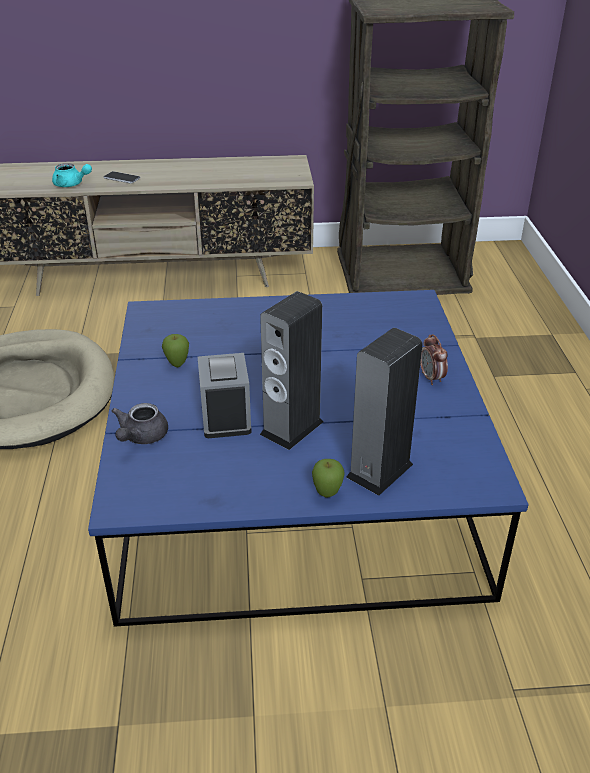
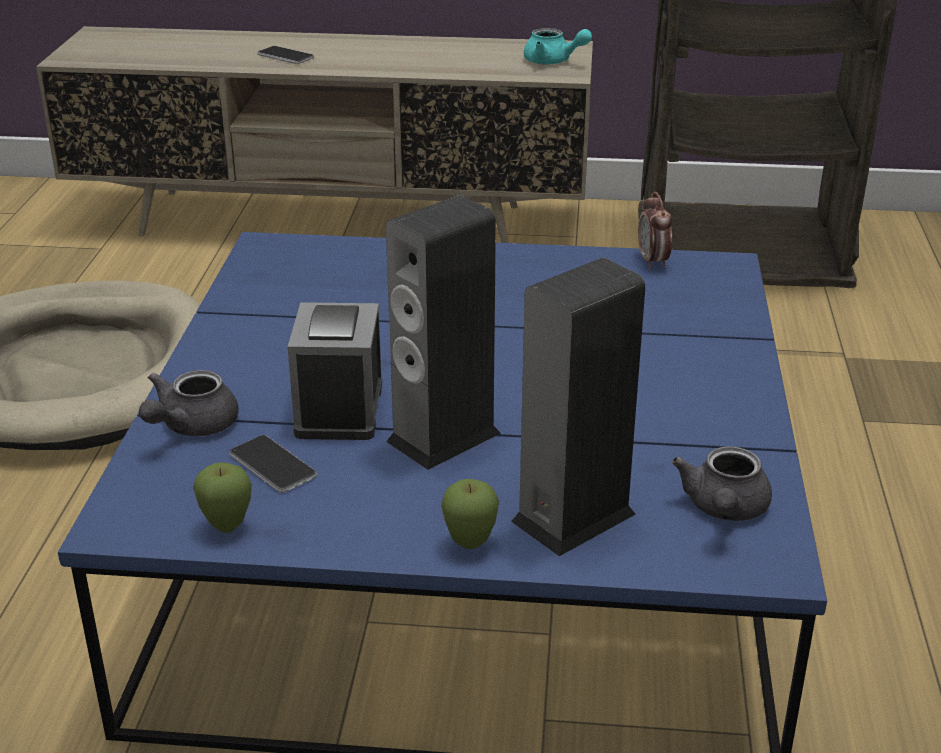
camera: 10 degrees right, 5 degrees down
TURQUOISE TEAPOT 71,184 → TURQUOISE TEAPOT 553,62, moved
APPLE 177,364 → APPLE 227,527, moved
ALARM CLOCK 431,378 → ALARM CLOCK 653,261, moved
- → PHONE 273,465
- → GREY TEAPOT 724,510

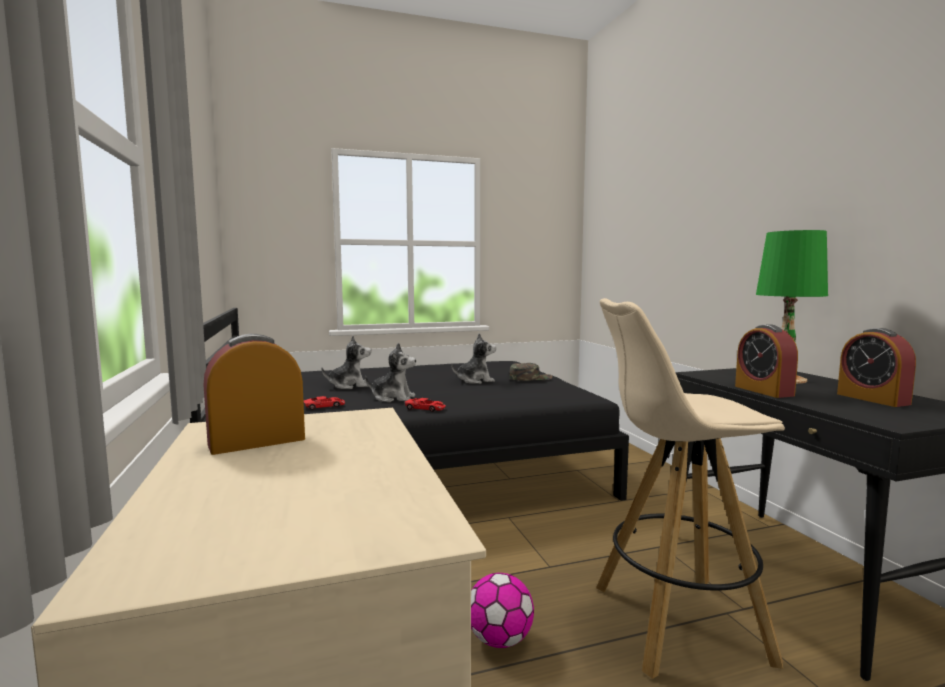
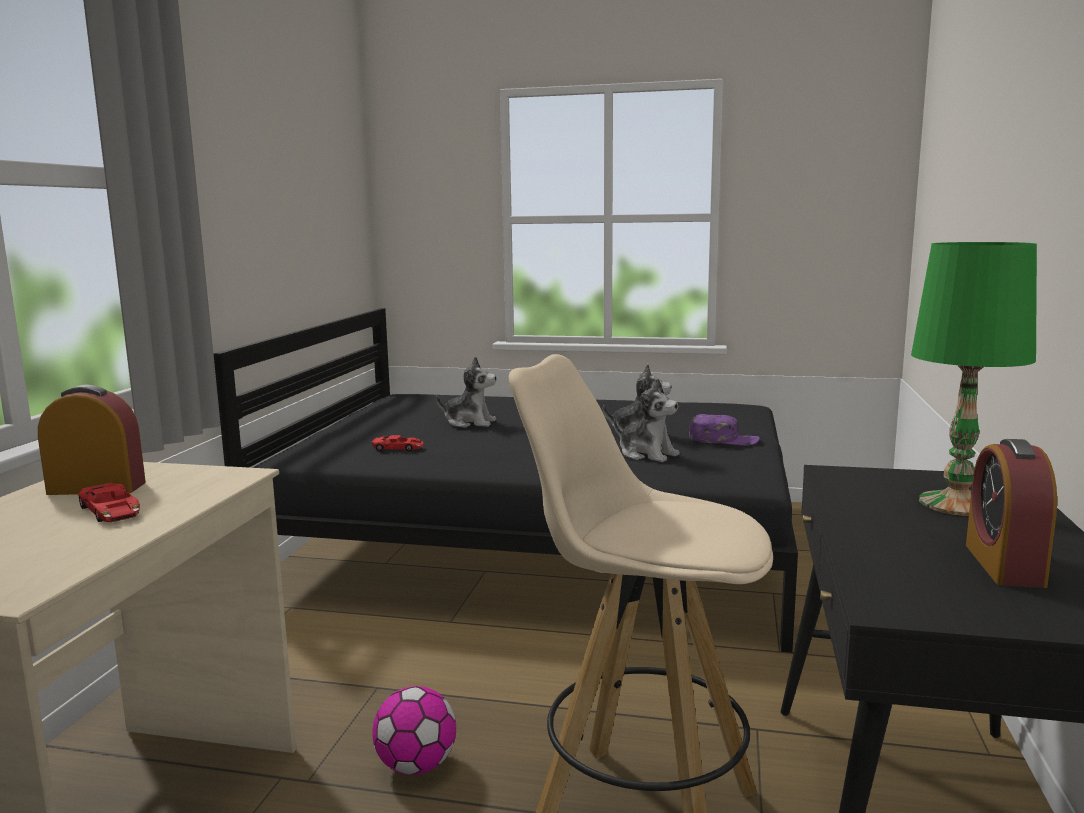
camera: 30 degrees right, 5 degrees up
ALARM CLOCK 763,391 → -
PLUSH TOY 393,398 → PLUSH TOY 647,454, moved
GREEN CAP 530,378 → PURPLE CAP 723,439
RED TOY CAR 425,408 → RED TOY CAR 111,511, moved

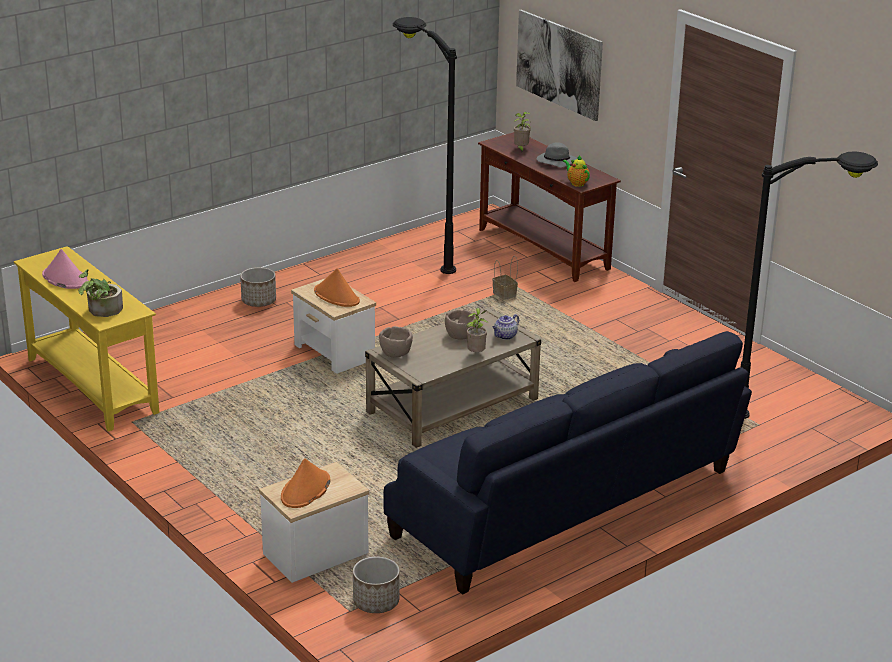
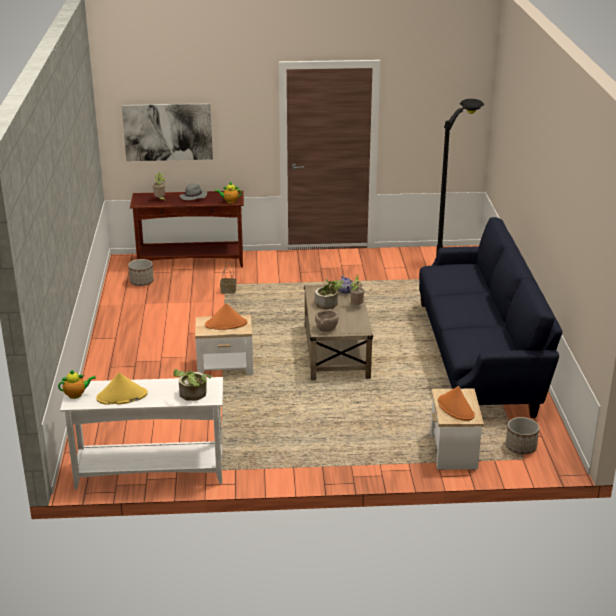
camera: 55 degrees left, 0 degrees up
BLACK FLOOR LAMP 419,252 → -
YELLOW CONSOLE TABLE 91,386 → WHITE CONSOLE TABLE 149,472
PINK HAT 65,279 → YELLOW HAT 122,396
PLANTER 259,301 → PLANTER 141,282, moved
BROWN BOWL 461,336 → POTTED PLANT 329,303
- → TEAPOT 76,395

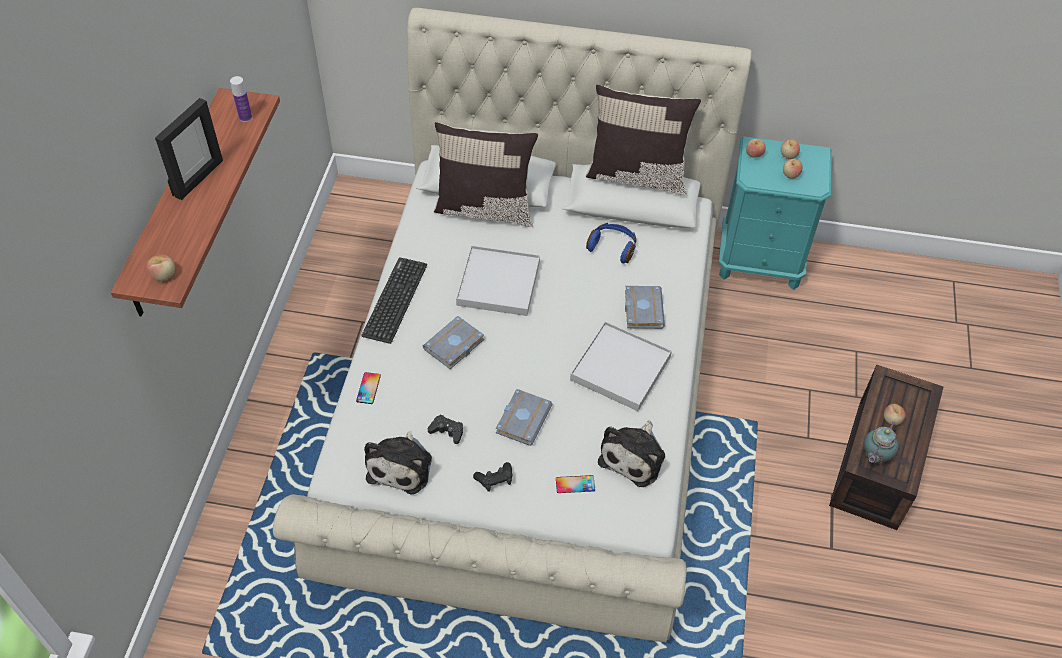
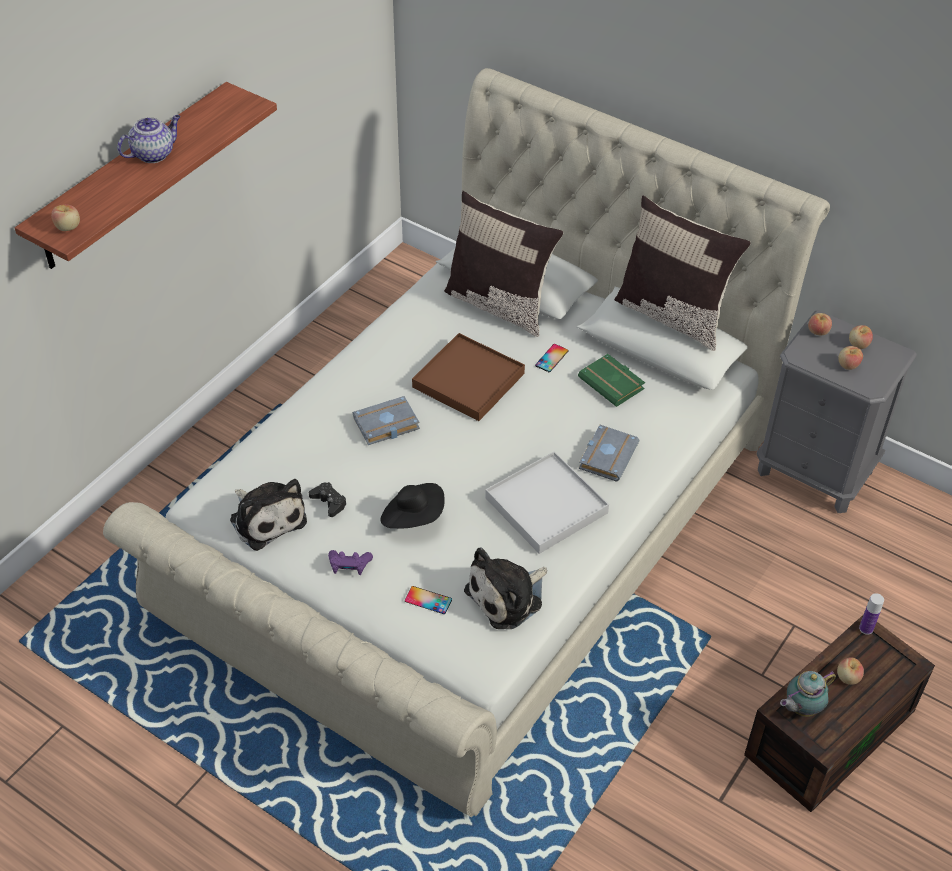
camera: 25 degrees right, 5 degrees down
BOTTLE 245,117 → BOTTLE 866,628, moved
PICTURE FRAME 198,178 → TEAPOT 154,154
TURQUOISE NIGHTSTAND 760,261 → GREY NIGHTSTAND 815,471
BLUE HEADPHONES 613,247 → GREEN BOOK 613,384
WHITE TRAY 498,283 → BROWN TRAY 468,380
KEYBOARD 395,300 → -
PHONE 368,388 → PHONE 551,358, moved
GREY BOOK 522,418 → BLACK HAT 413,518
PLUSH TOY 401,465 → PLUSH TOY 266,518, 75 degrees counterclockwise
BLACK GAME CONTROLLER 495,480 → PURPLE GAME CONTROLLER 349,566

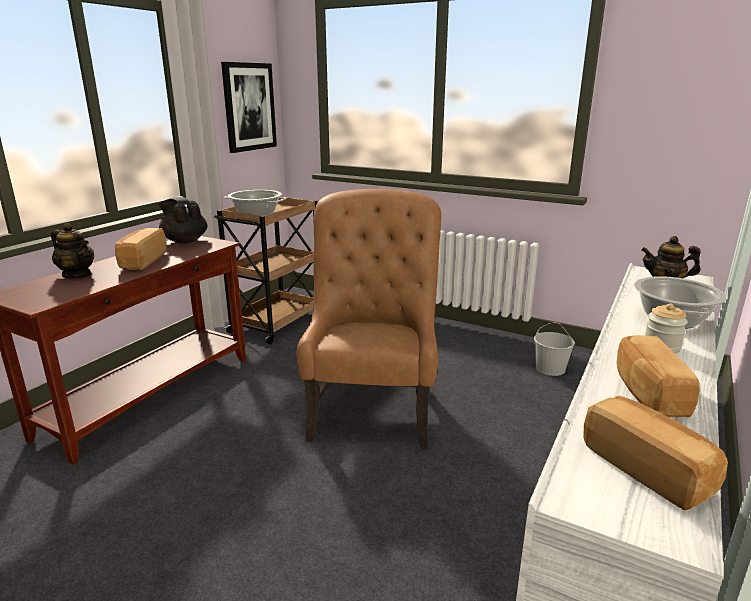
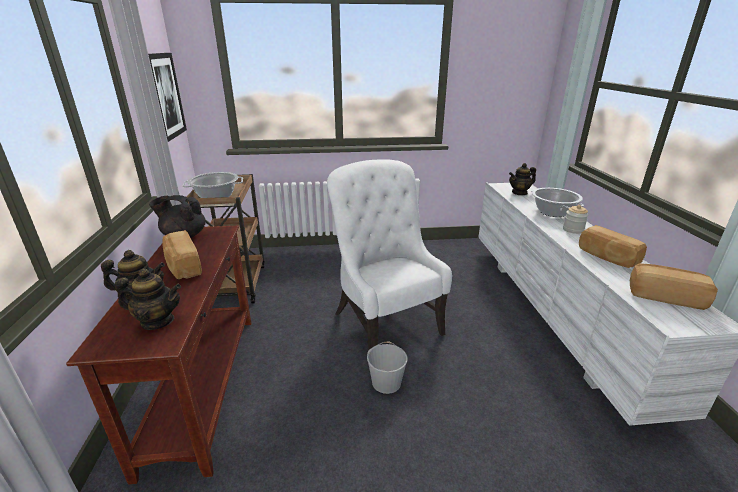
camera: 35 degrees left, 5 degrees up
BROWN CHAIR 373,409 → WHITE CHAIR 385,323
WHITE BUCKET 551,368 → WHITE BUCKET 387,382, moved
- → TEAPOT 157,321

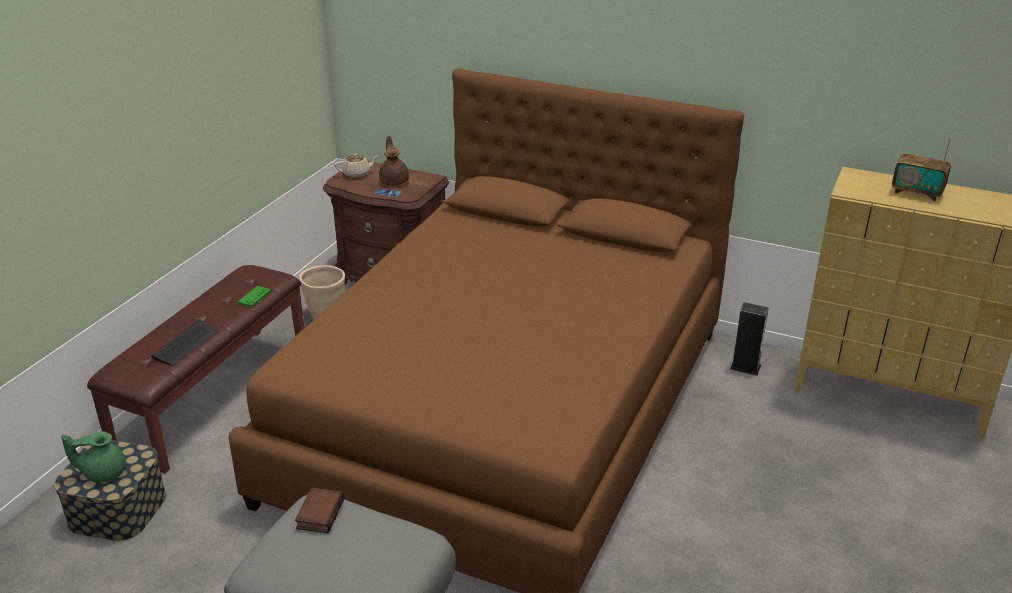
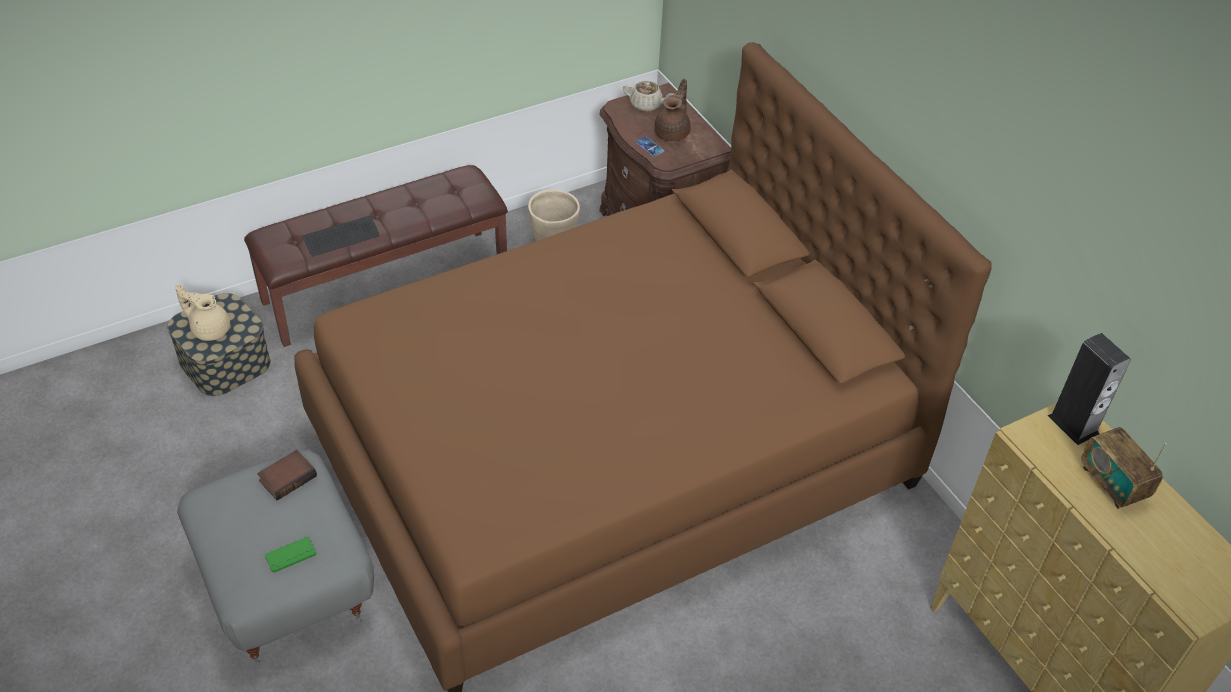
camera: 35 degrees right, 15 degrees up
GREEN GAME CONTROLLER 254,297 → GREEN GAME CONTROLLER 290,555, moved
SPEAKER 745,367 → SPEAKER 1073,424, moved
GREEN TEAPOT 103,472 → BEIGE TEAPOT 209,329

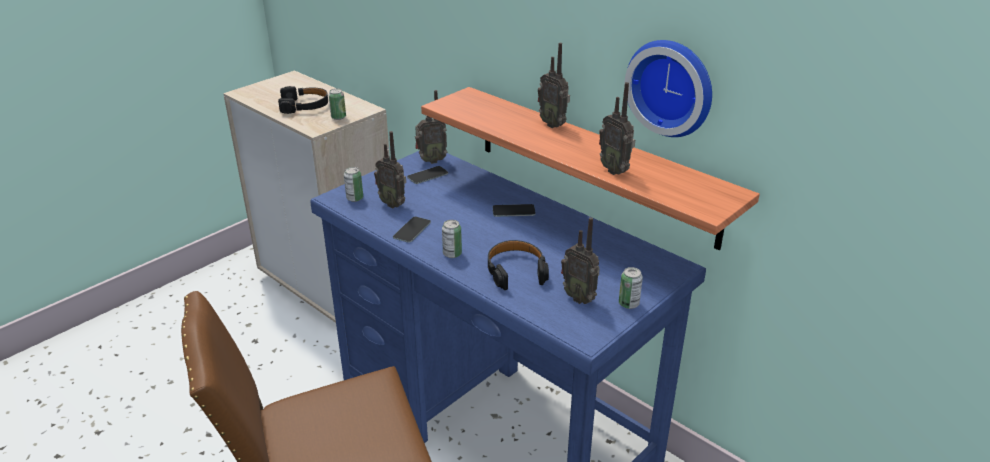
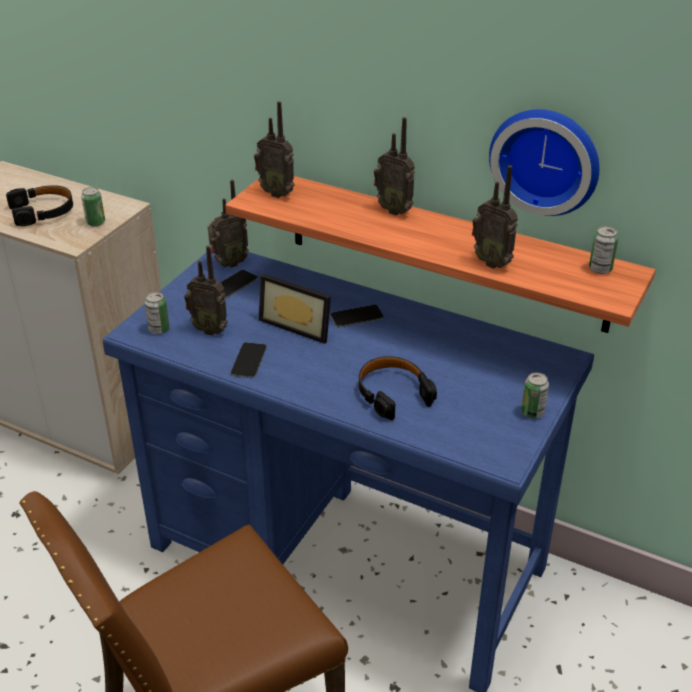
camera: 15 degrees left, 5 degrees up
RADIO 580,297 → RADIO 277,193, moved
CAN 452,254 → CAN 600,269, moved
- → PICTURE FRAME 298,324

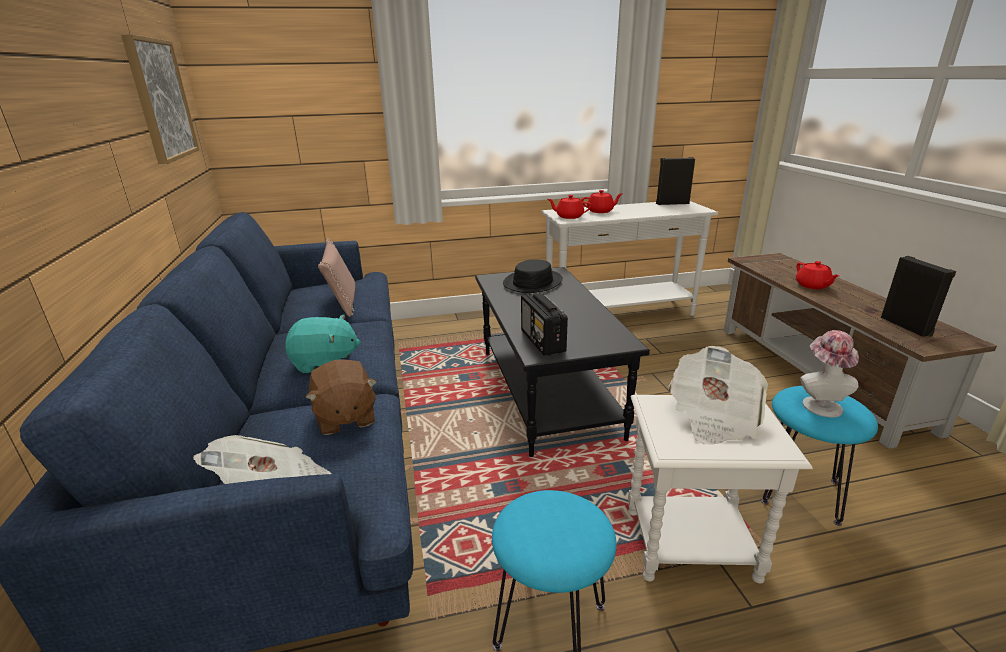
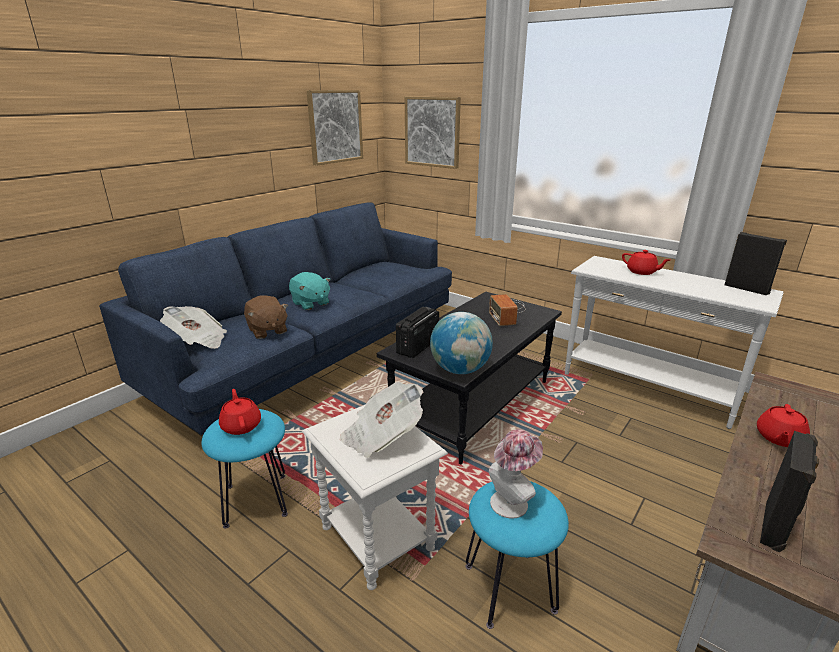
camera: 50 degrees right, 0 degrees up
RED TEAPOT 569,216 → RED TEAPOT 241,425, moved
BEIGE PILLOW 342,301 → -
BLACK HAT 533,282 → RADIO 508,311
BROWN PLUSH TOY 345,418 → BROWN PLUSH TOY 267,331, 60 degrees counterclockwise
- → PICTURE 432,132
- → GLOBE 460,370

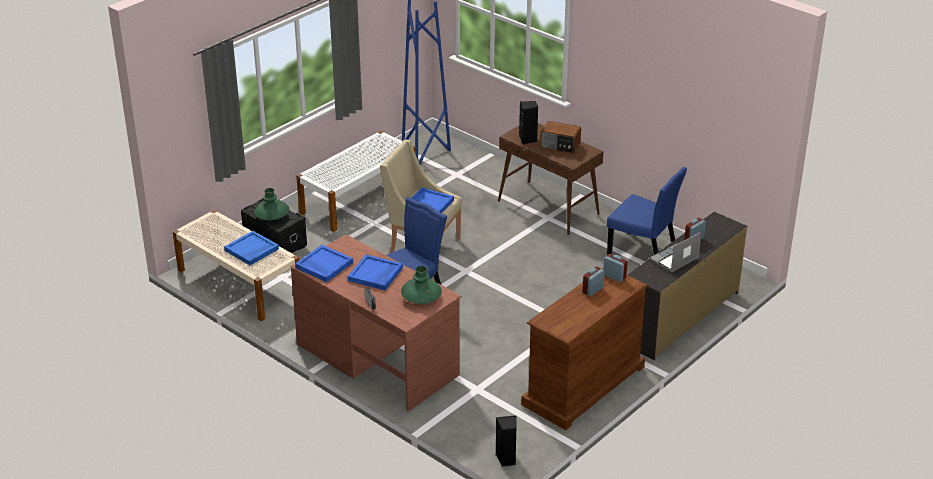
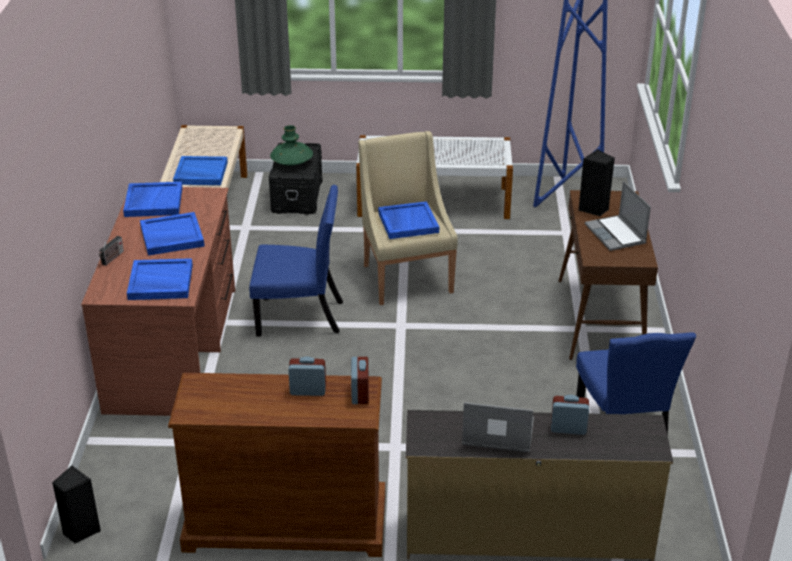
camera: 50 degrees right, 0 degrees up
RADIO 560,146 → LAPTOP 616,234
GREEN VASE 421,297 → BLUE TRAY 160,282

